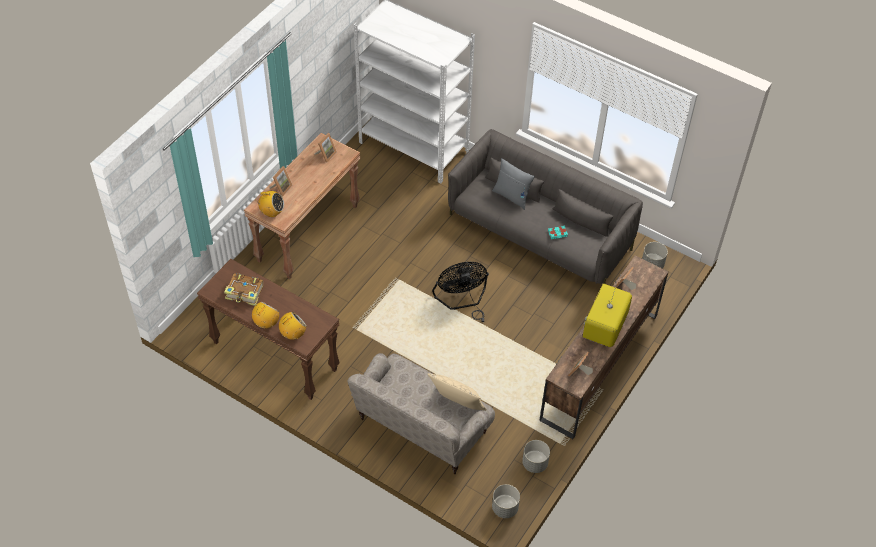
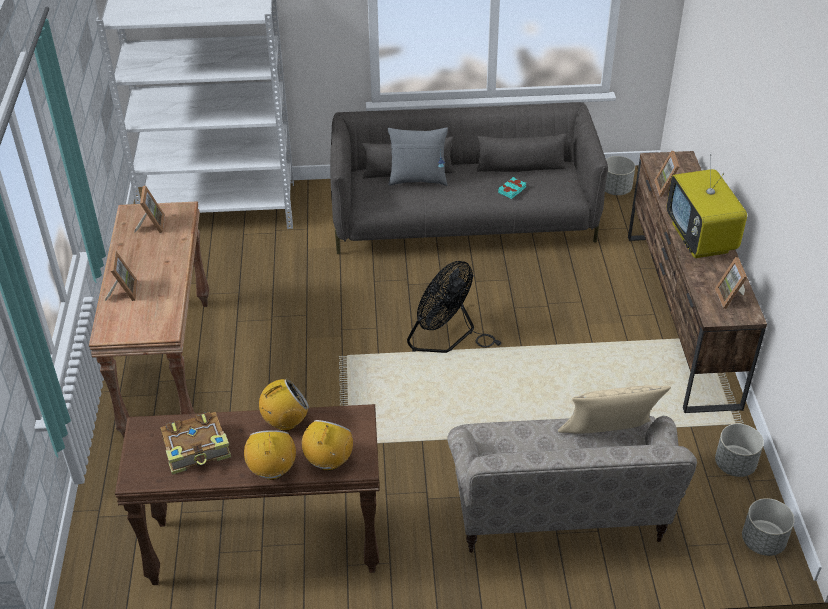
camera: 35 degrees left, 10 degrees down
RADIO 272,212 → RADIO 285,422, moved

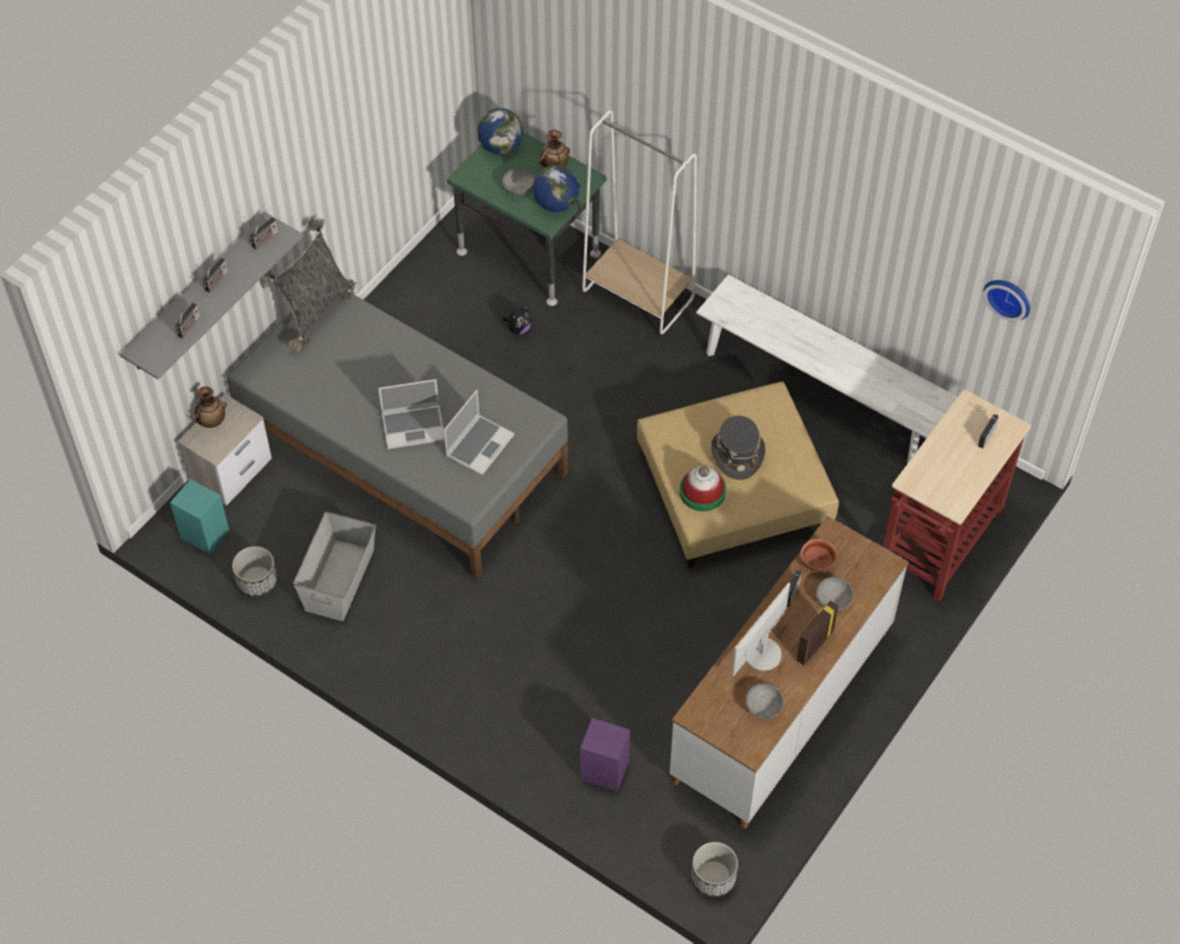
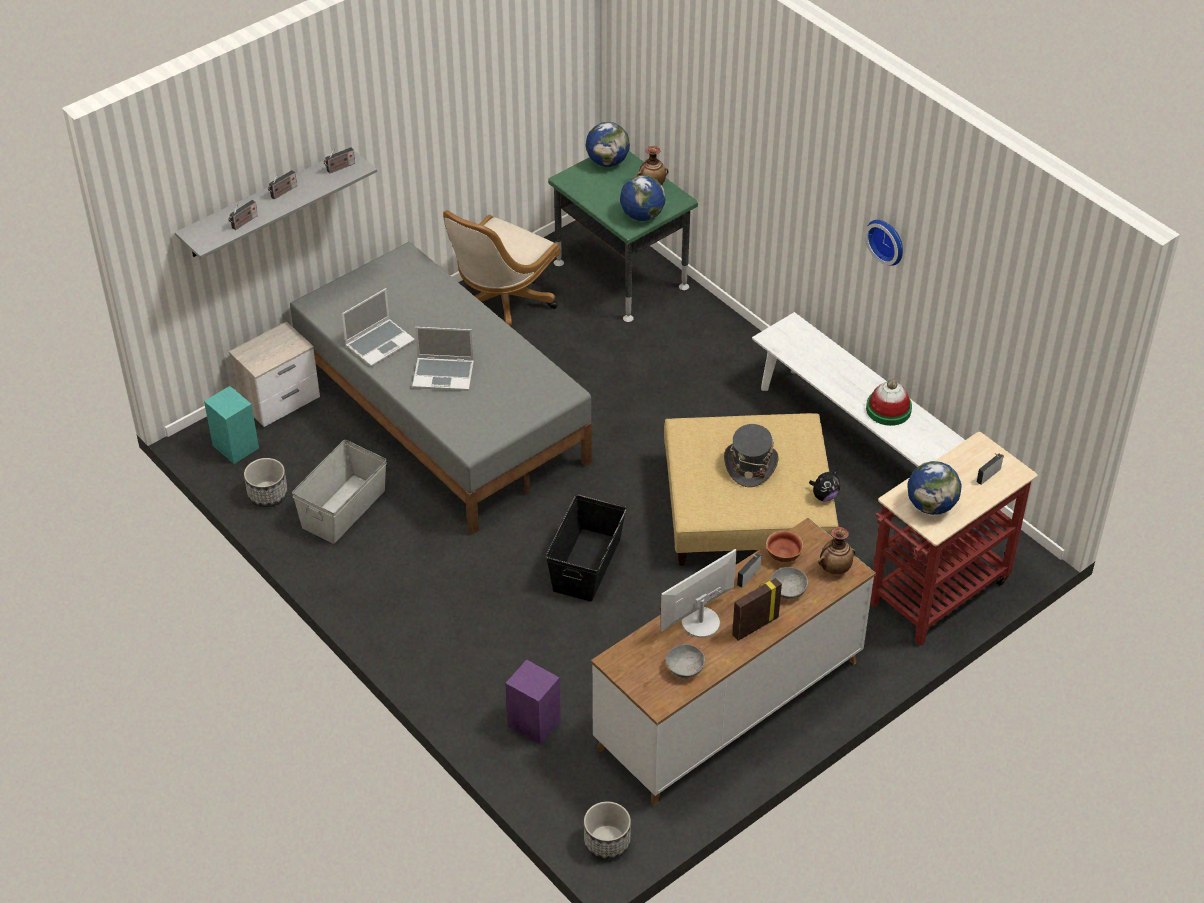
camera: 15 degrees right, 10 degrees down
CLOTHES RACK 638,296 → -
GREY BOWL 519,188 → -
PILLOW 313,314 → -
WALL CLOCK 1009,297 → WALL CLOCK 887,240, moved
PLUSH TOY 519,329 → PLUSH TOY 824,496, moved
VASE 212,421 → VASE 835,568, moved
LAPTOP 479,445 → LAPTOP 380,343, moved
HAT 702,491 → HAT 888,409, moved
- → OFFICE CHAIR 501,304
- → GLOBE 931,506
- → BLACK STORAGE BOX 586,564

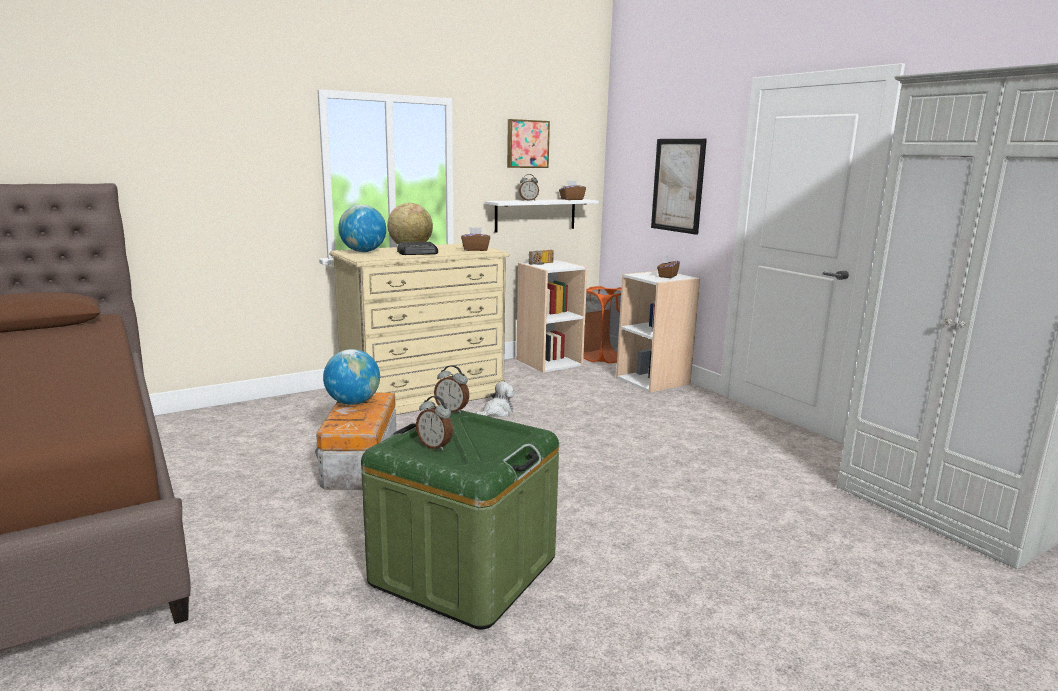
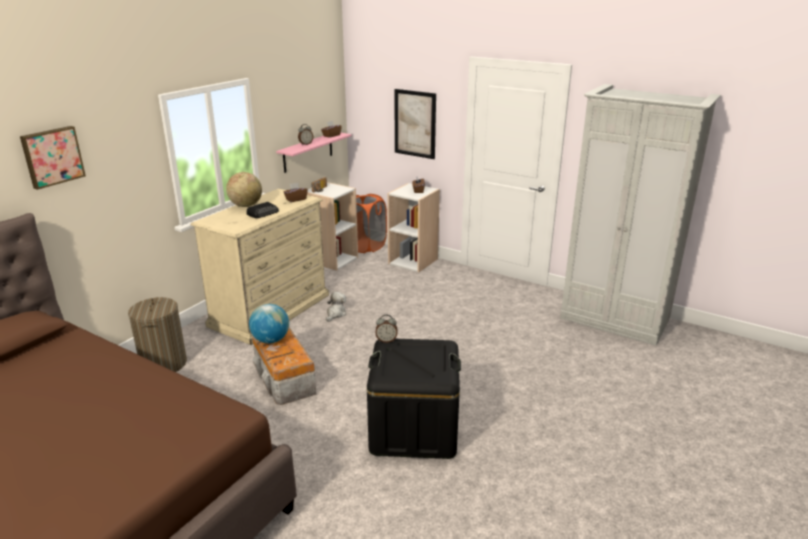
camera: 25 degrees left, 10 degrees up
PICTURE 527,144 → PICTURE 52,156, moved
WHITE SHELF 535,215 → PINK SHELF 308,152
GLOBE 363,252 → -
ALARM CLOCK 435,446 → -
GREEN STORAGE BOX 464,570 → BLACK STORAGE BOX 414,429
- → LAUNDRY BASKET 164,364

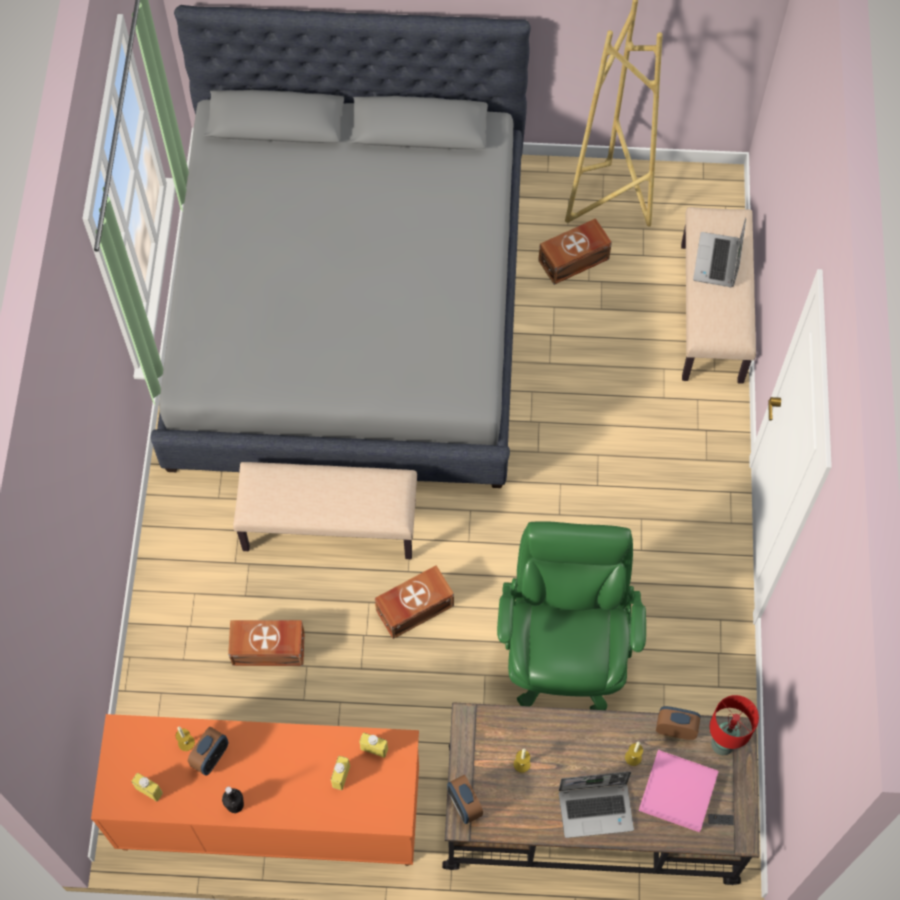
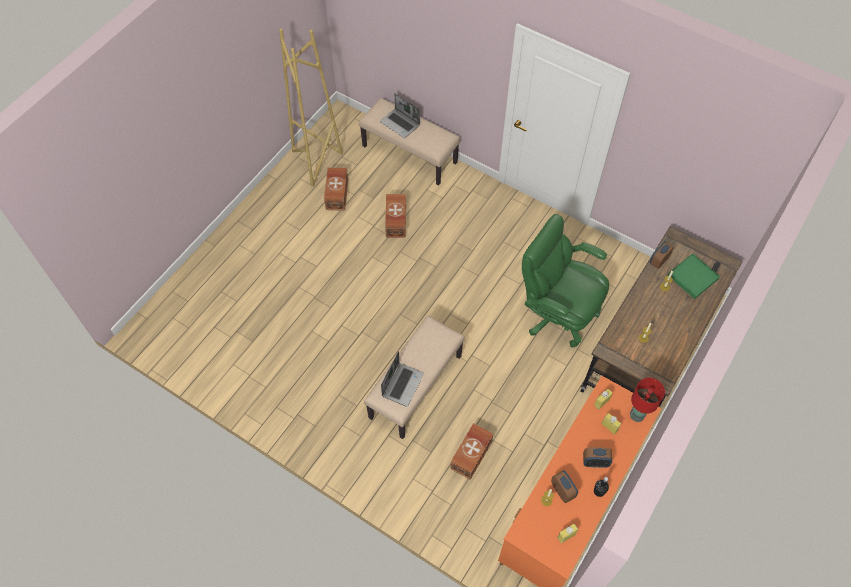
camera: 60 degrees left, 5 degrees down
GREY BED 349,309 → -
BROWN STORAGE BOX 413,607 → BROWN STORAGE BOX 395,221, moved
RED TABLE LAMP 721,744 → RED TABLE LAMP 636,415, moved
PINK TRAY 677,792 → GREEN TRAY 692,277
LAPTOP 596,809 → LAPTOP 402,384, moved
ALARM CLOCK 464,804 → ALARM CLOCK 595,462, moved

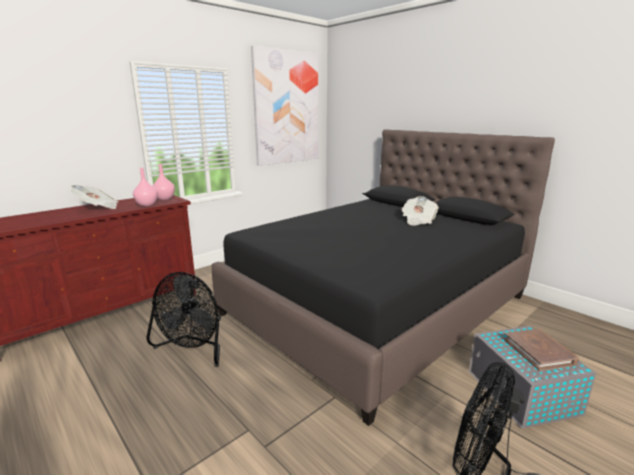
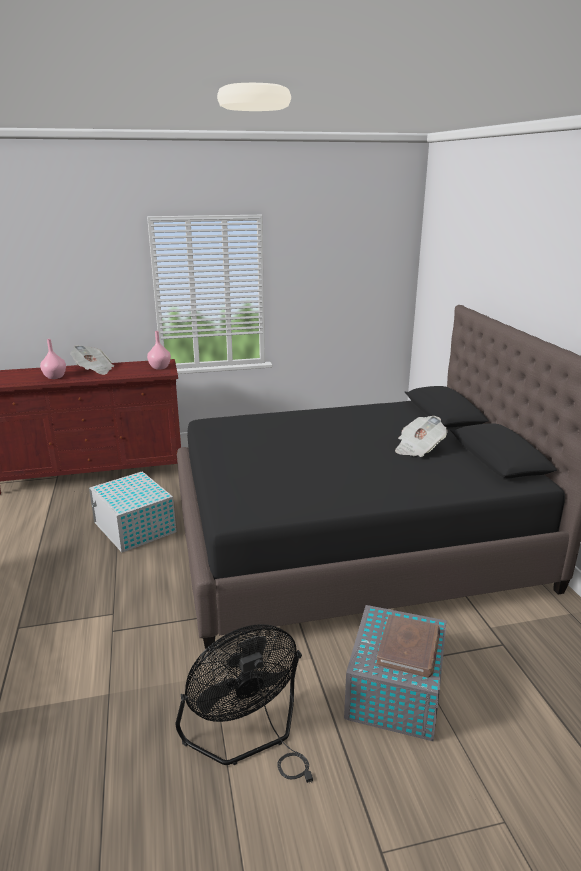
camera: 30 degrees right, 5 degrees up
PICTURE 286,108 → -
PINK VASE 147,204 → PINK VASE 55,377, moved
BLACK FAN 193,347 → WHITE STORAGE BOX 135,528

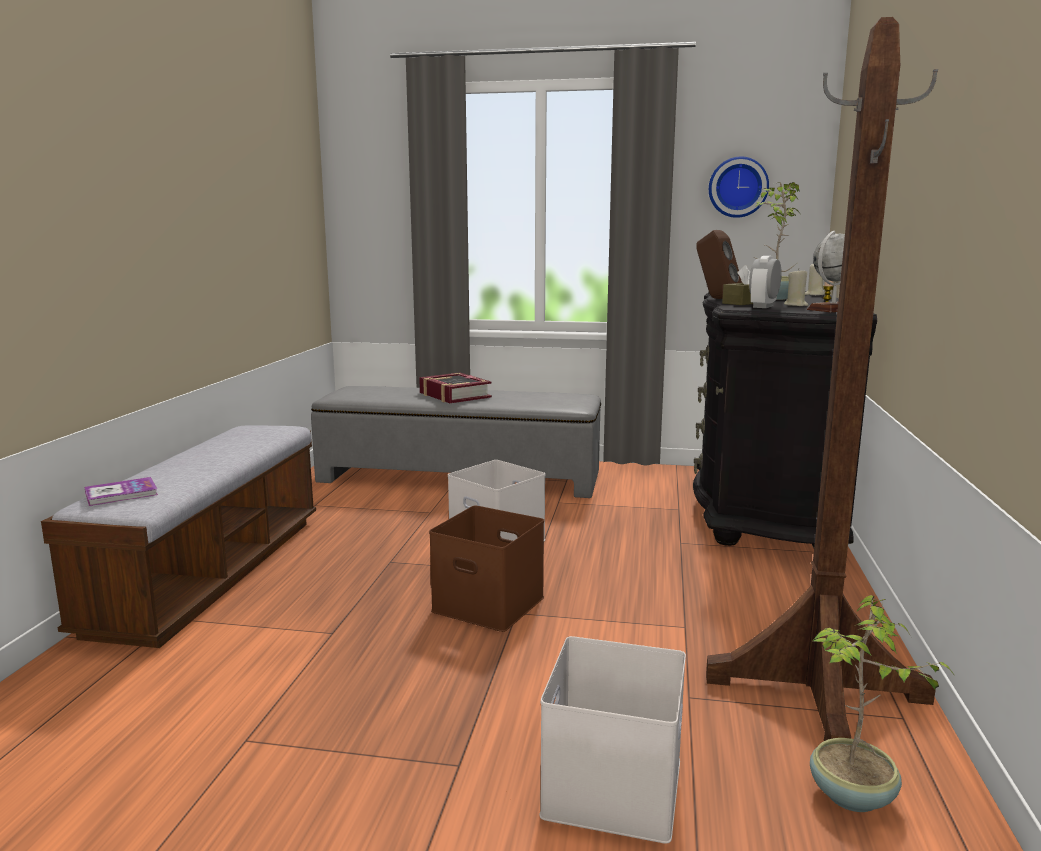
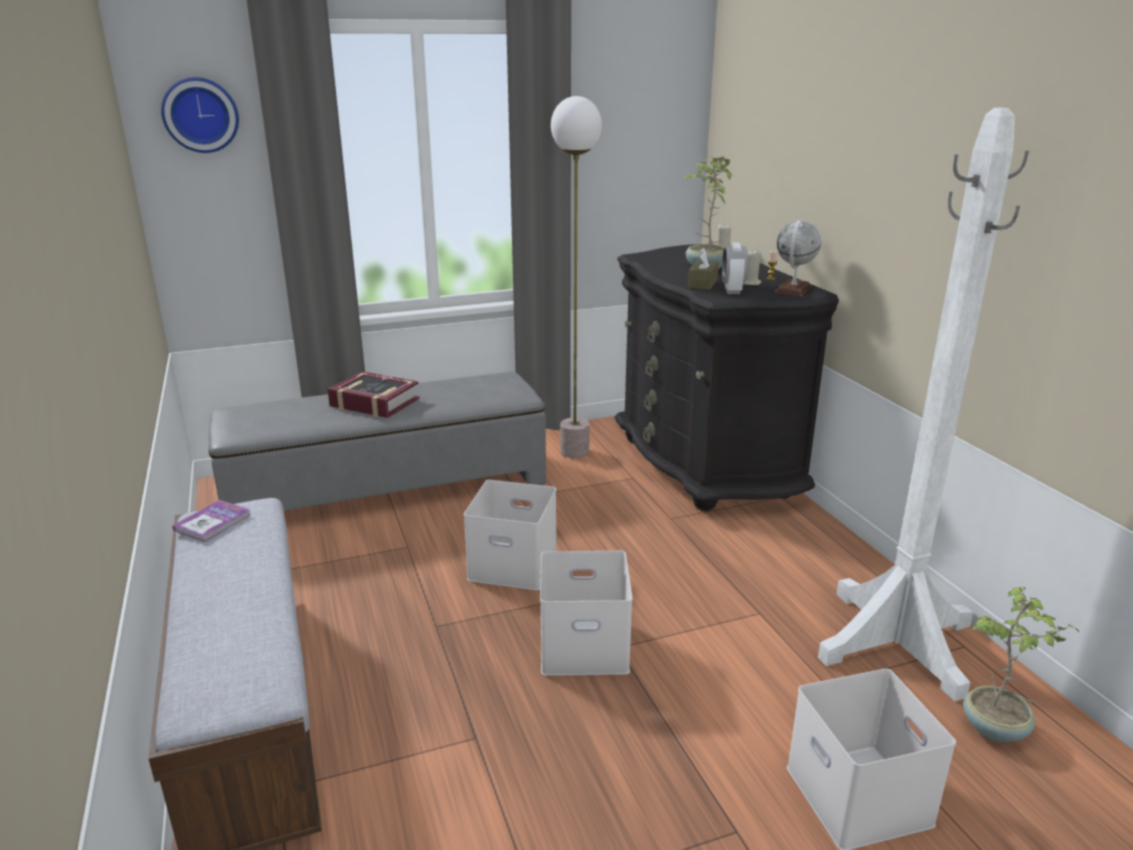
camera: 30 degrees left, 10 degrees up
BROWN CLOTHES RACK 816,689 → WHITE CLOTHES RACK 896,641
WALL CLOCK 738,187 → WALL CLOCK 200,115, moved
BROWN SPEAKER 716,298 → -
BOOK 121,493 → BOOK 212,522, moved
BROWN STORAGE BOX 491,604 → WHITE STORAGE BOX 586,645
- → FLOOR LAMP 575,451

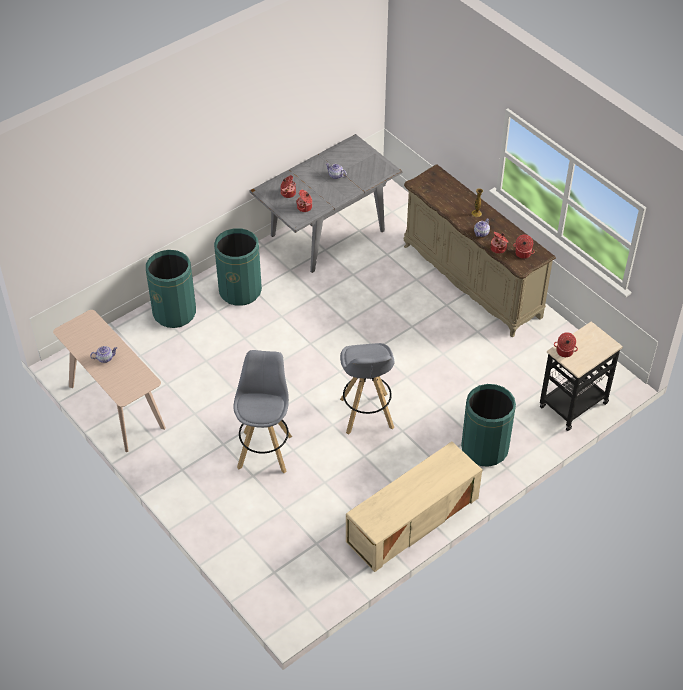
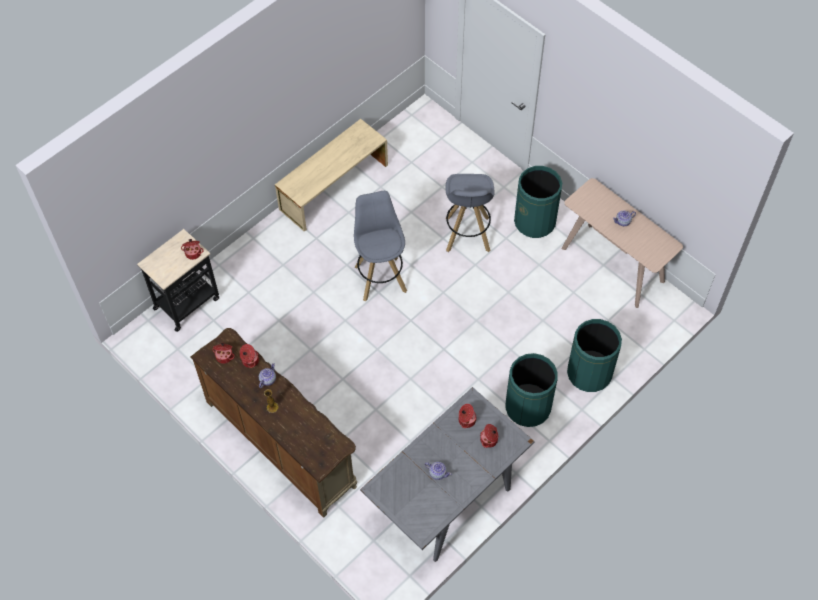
camera: 175 degrees right, 10 degrees up
GREEN TRASH CAN 484,448 → GREEN TRASH CAN 535,221, moved

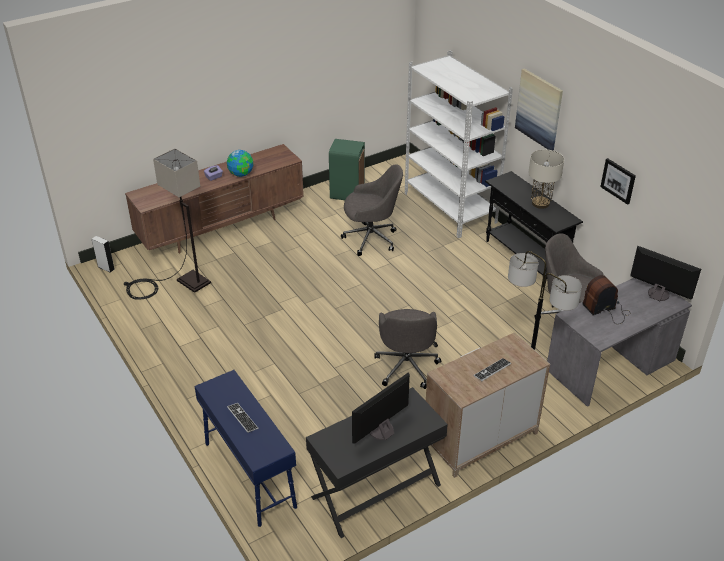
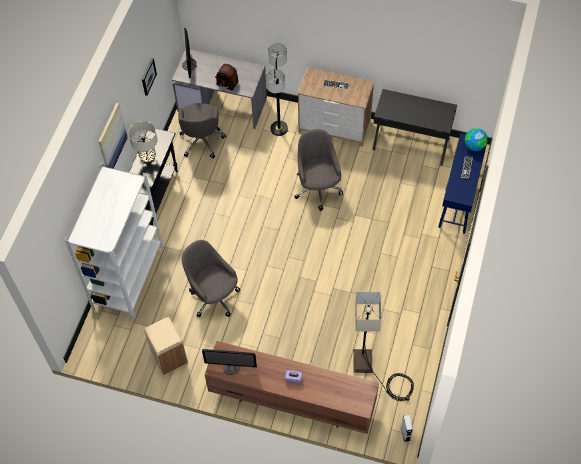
camera: 130 degrees left, 20 degrees up
GREEN TRASH CAN 347,193 → BEIGE TRASH CAN 169,358
GLOBE 241,174 → GLOBE 474,146, moved
GREY OFFICE CHAIR 406,368 → GREY OFFICE CHAIR 317,189, 60 degrees counterclockwise
MONITOR 381,431 → MONITOR 231,366, moved

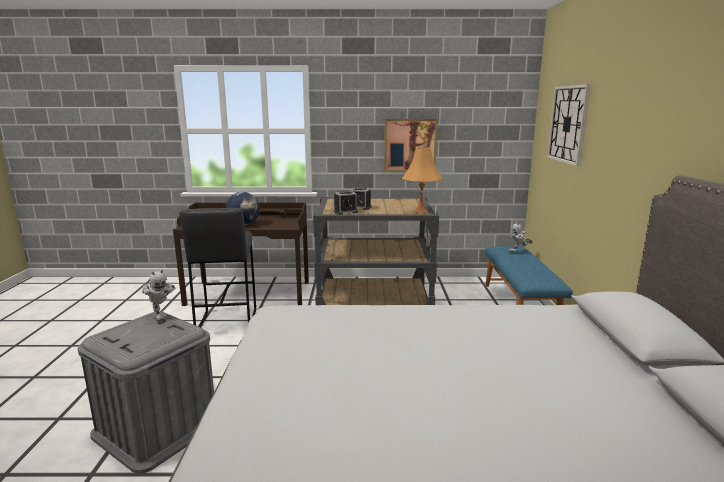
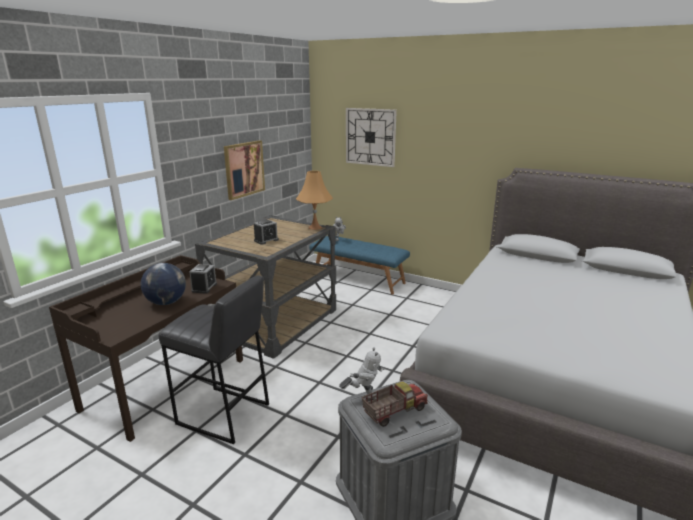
camera: 60 degrees left, 5 degrees up
ALARM CLOCK 345,212 → ALARM CLOCK 204,288, moved
- → TOY TRUCK 394,412

